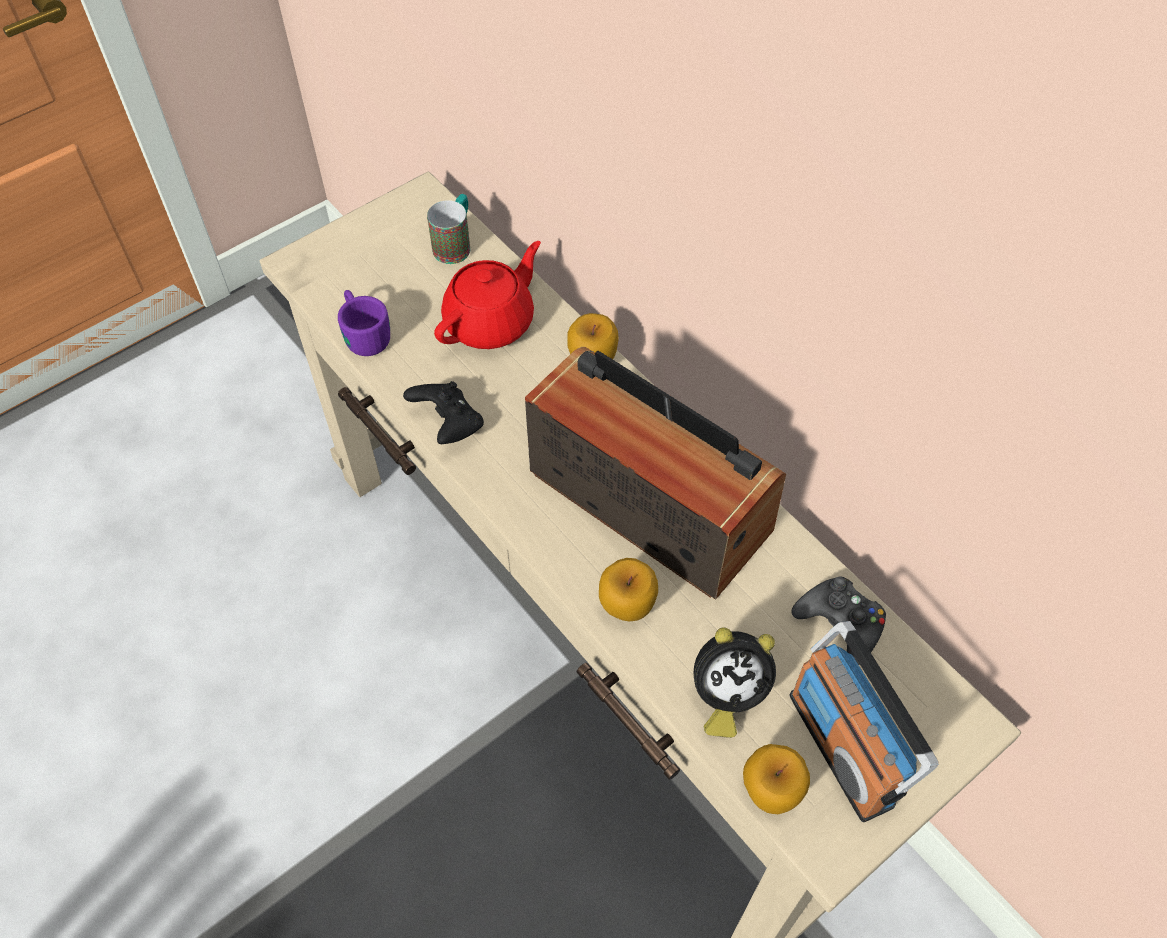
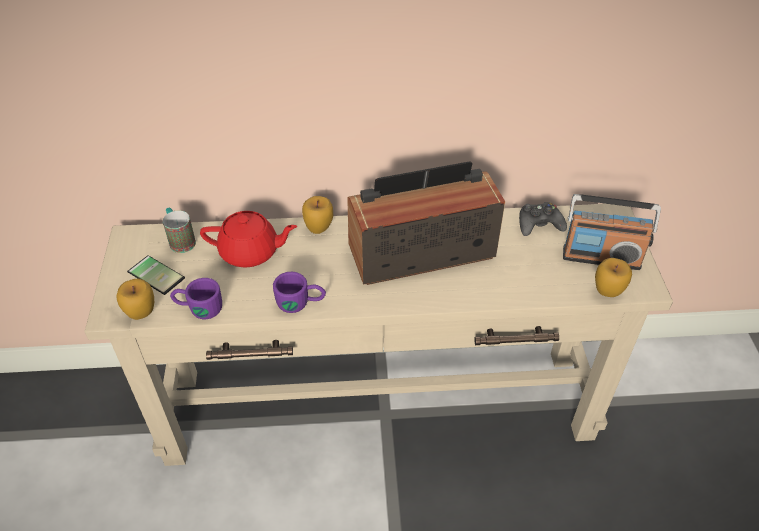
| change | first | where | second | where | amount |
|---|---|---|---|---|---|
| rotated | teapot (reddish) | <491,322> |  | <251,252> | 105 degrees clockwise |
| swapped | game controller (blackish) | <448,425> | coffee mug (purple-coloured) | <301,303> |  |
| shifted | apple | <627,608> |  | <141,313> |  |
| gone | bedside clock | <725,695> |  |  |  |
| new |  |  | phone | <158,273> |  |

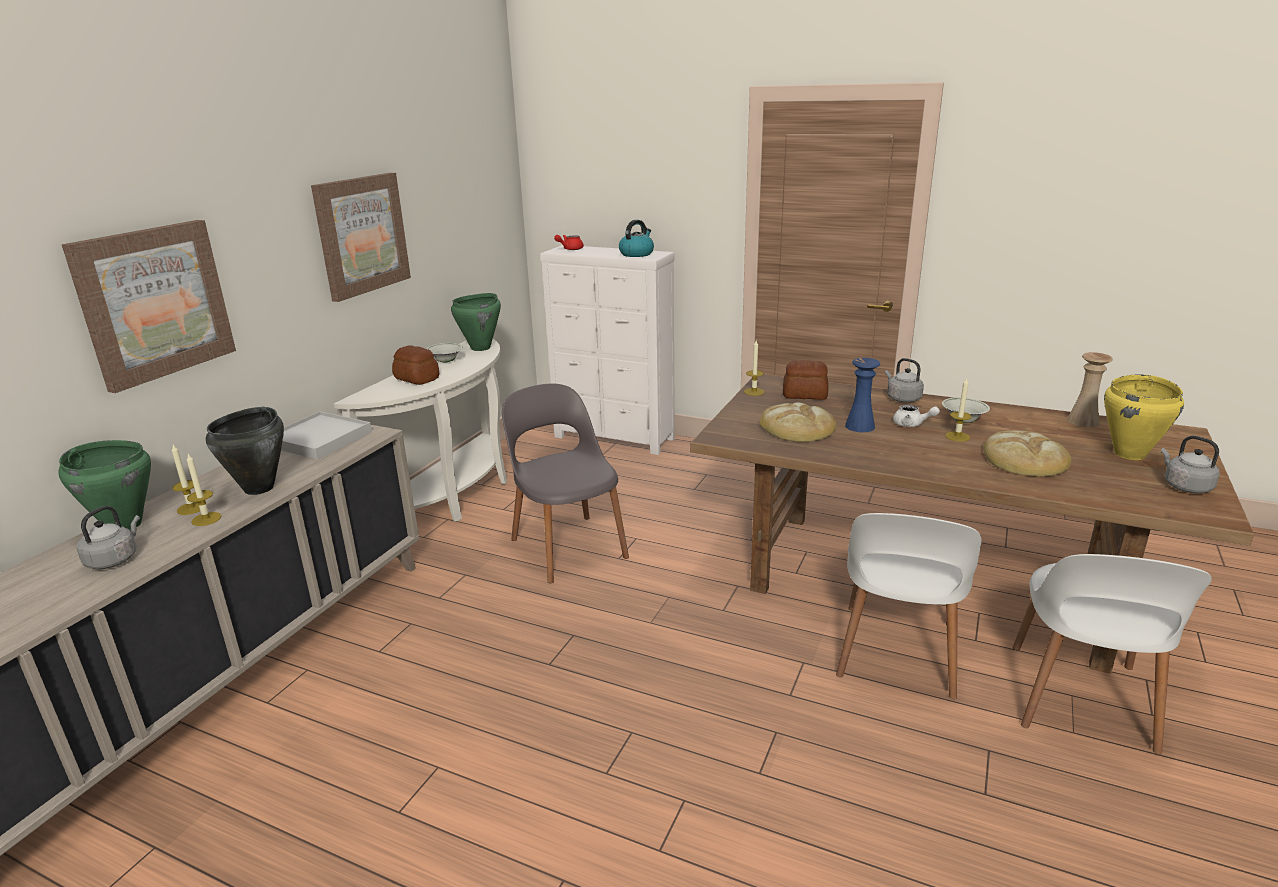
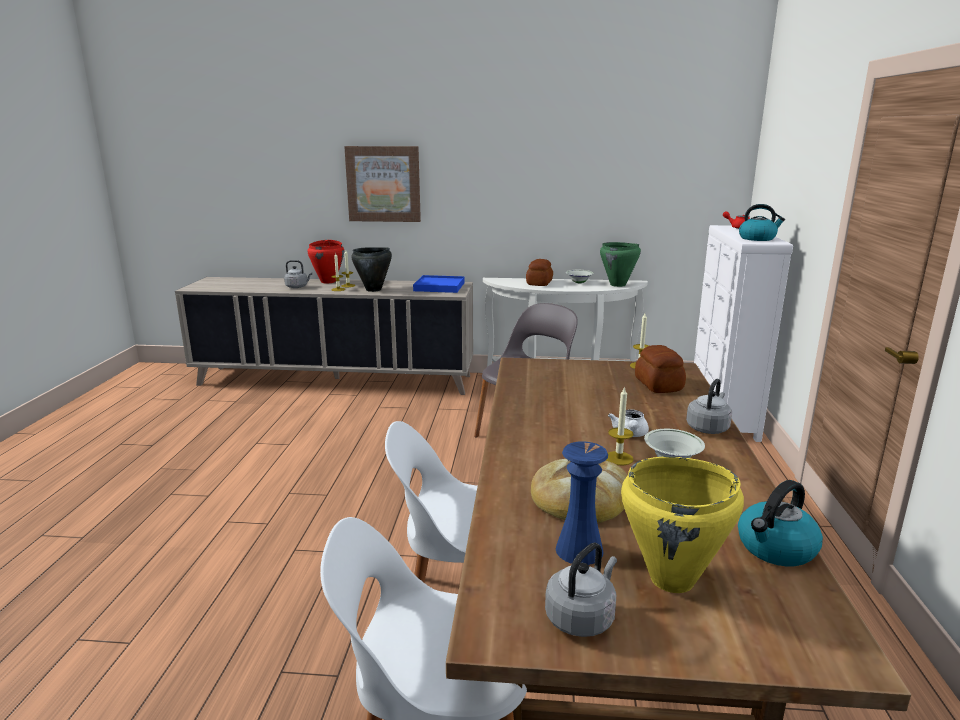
| change | first | where | second | where | amount |
|---|---|---|---|---|---|
| gone | picture | <361,235> |  |  |  |
| swapped | vase (beige) | <1083,421> | tea kettle | <775,549> |  |
| shifted | vase (blue) | <860,426> |  | <579,550> |  |
| gone | bread | <797,428> |  |  |  |
| repainted | carrying tray (whitish) | <319,439> | carrying tray (blue) | <439,287> |  |
| repainted | cooking pot (green-coloured) | <125,525> | cooking pot (reddish) | <328,281> |  |

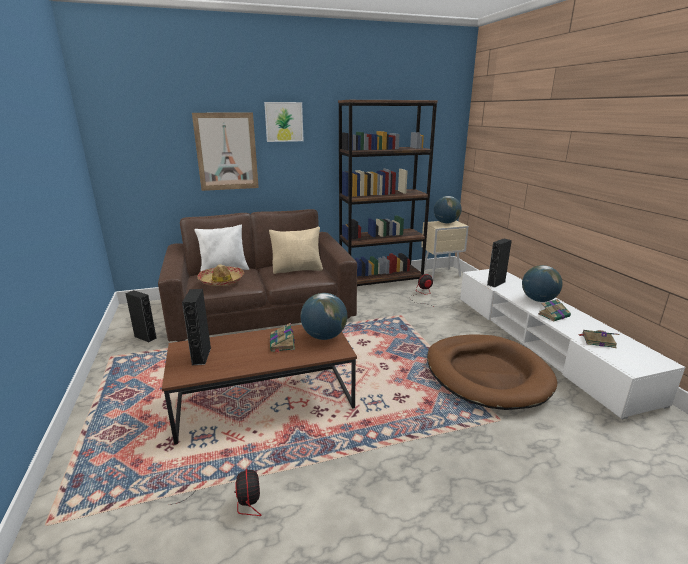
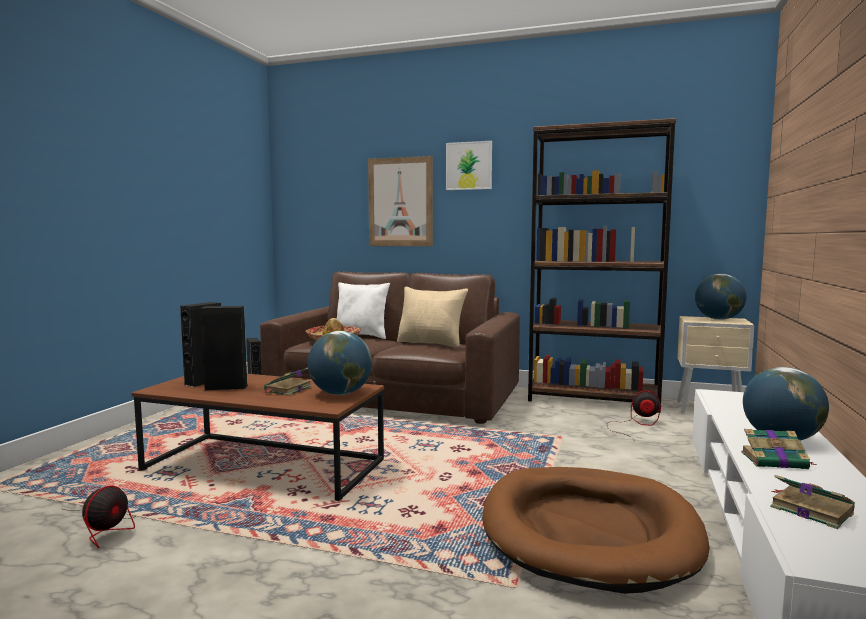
| change | first | where | second | where | amount |
|---|---|---|---|---|---|
| shifted | speaker (blackish) | <496,283> |  | <226,387> |  |

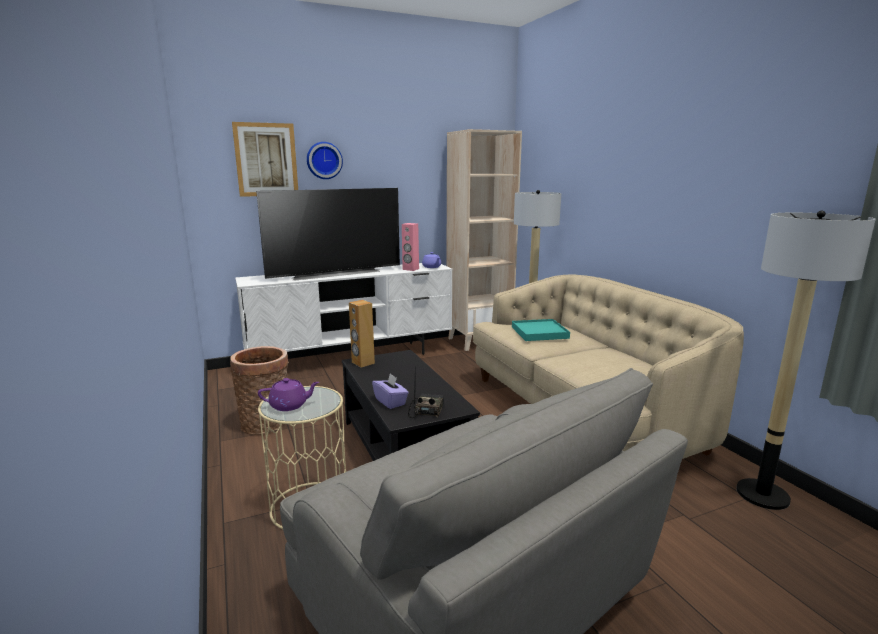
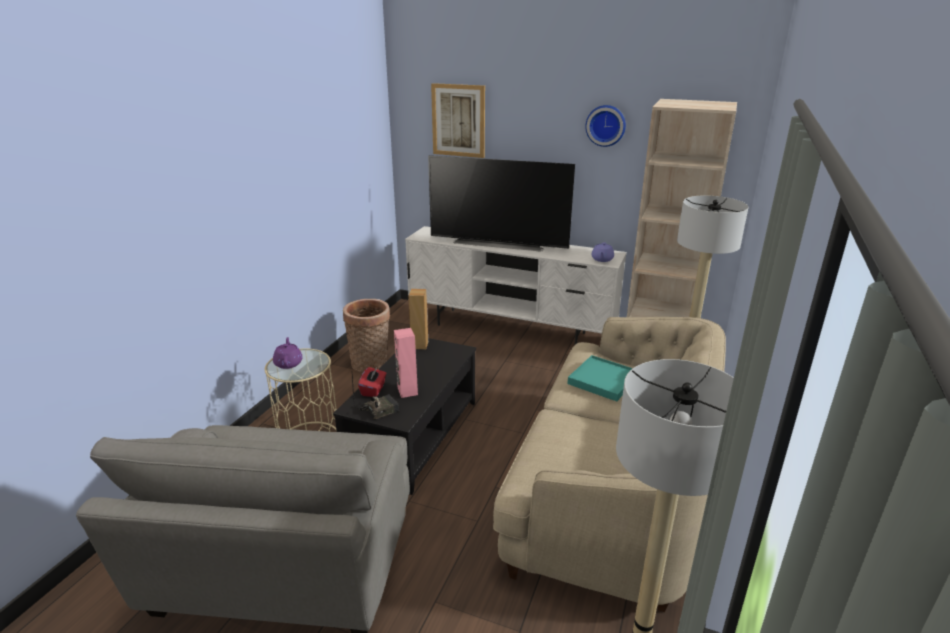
| change | first | where | second | where | amount |
|---|---|---|---|---|---|
| shifted | clock on the wall | <324,160> |  | <606,125> |  |
| shifted | speaker (pinkish) | <410,269> |  | <407,391> |  |
| repainted | tissue holder (purple-coloured) | <390,402> | tissue holder (reddish) | <373,390> |  |
| rotated | teapot (purple-coloured) | <289,405> |  | <288,363> | 135 degrees counterclockwise |

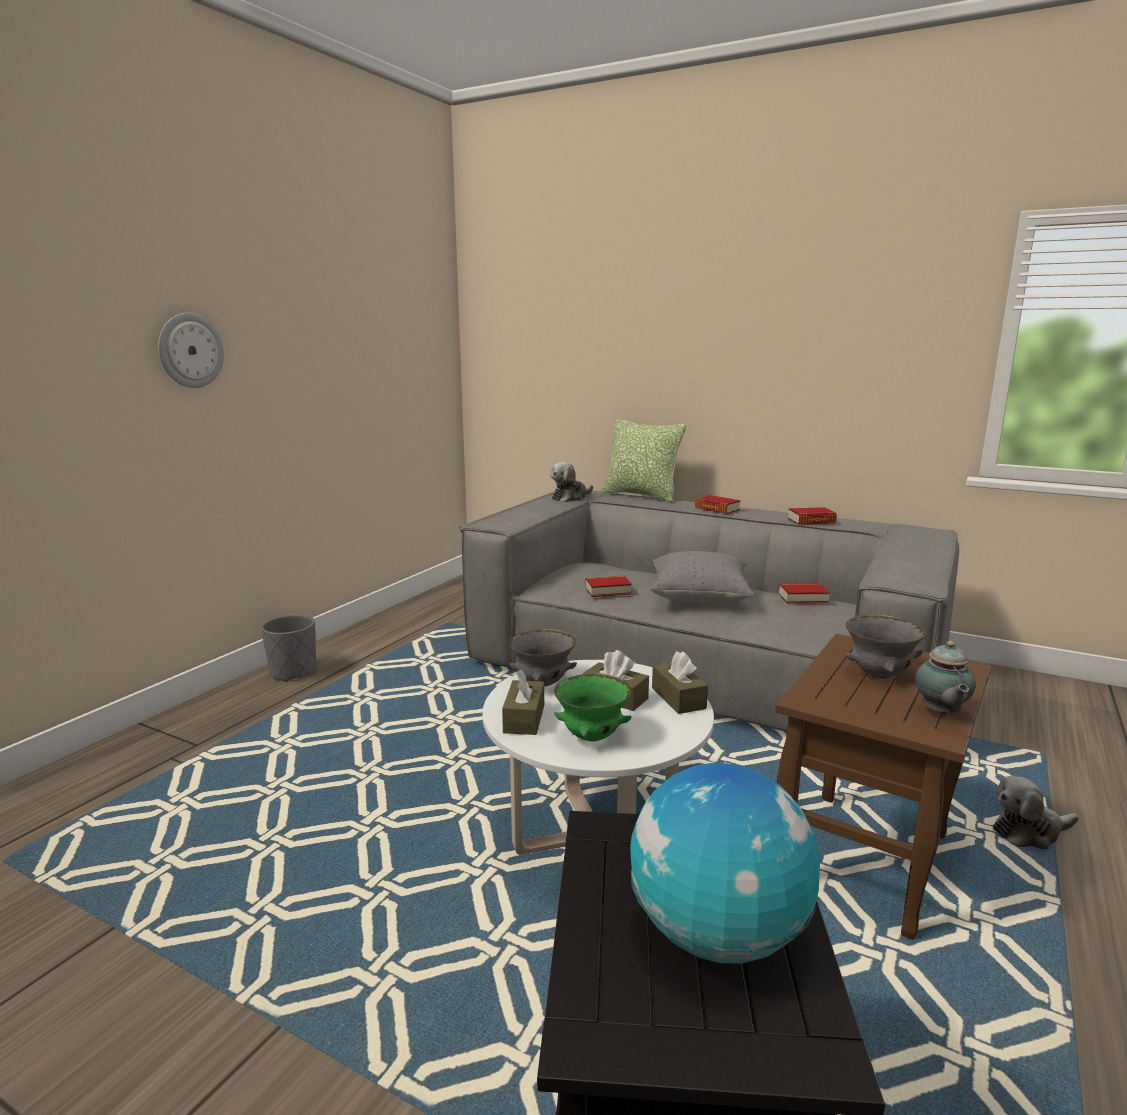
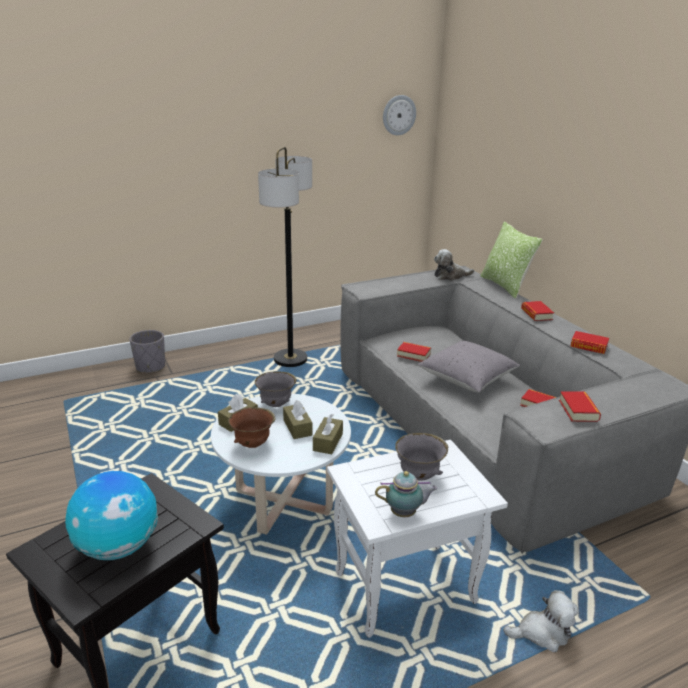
| change | first | where | second | where | amount |
|---|---|---|---|---|---|
| shifted | clock on the wall | <190,350> |  | <398,115> |  |
| shifted | planter (grey) | <293,672> |  | <150,367> |  |
| repainted | side table (brown) | <864,863> | side table (whitish) | <403,589> |  |
| rotated | teapot | <940,713> |  | <405,513> | 135 degrees counterclockwise |
| repainted | serving bowl (green-coloured) | <592,737> | serving bowl (brown) | <253,444> |  |
| rotated | soft toy | <1029,832> |  | <542,633> | 150 degrees clockwise |
| new |  |  | floor lamp | <290,359> |  |
| new |  |  | book | <578,410> |  |

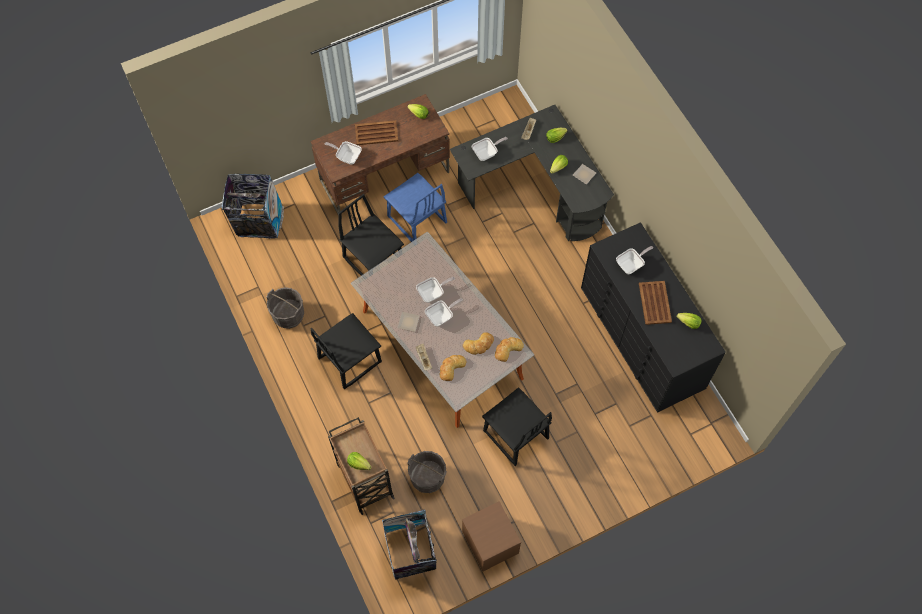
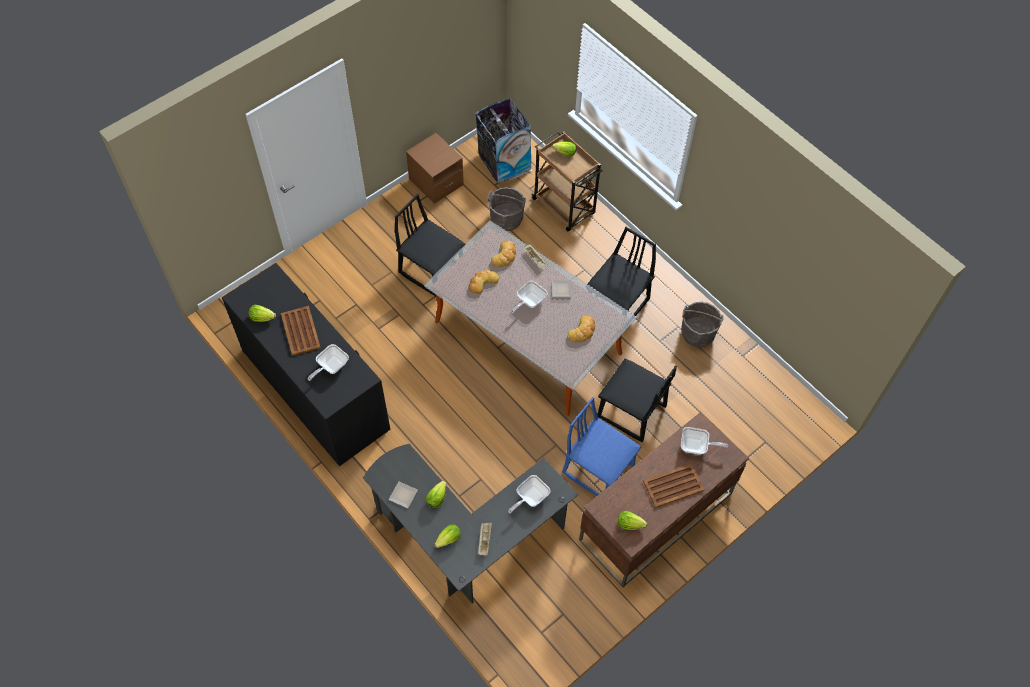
| change | first | where | second | where | amount |
|---|---|---|---|---|---|
| gone | trash can | <258,222> |  |  |  |
| gone | pan | <433,293> |  |  |  |
| shifted | bread | <507,349> |  | <582,331> |  |

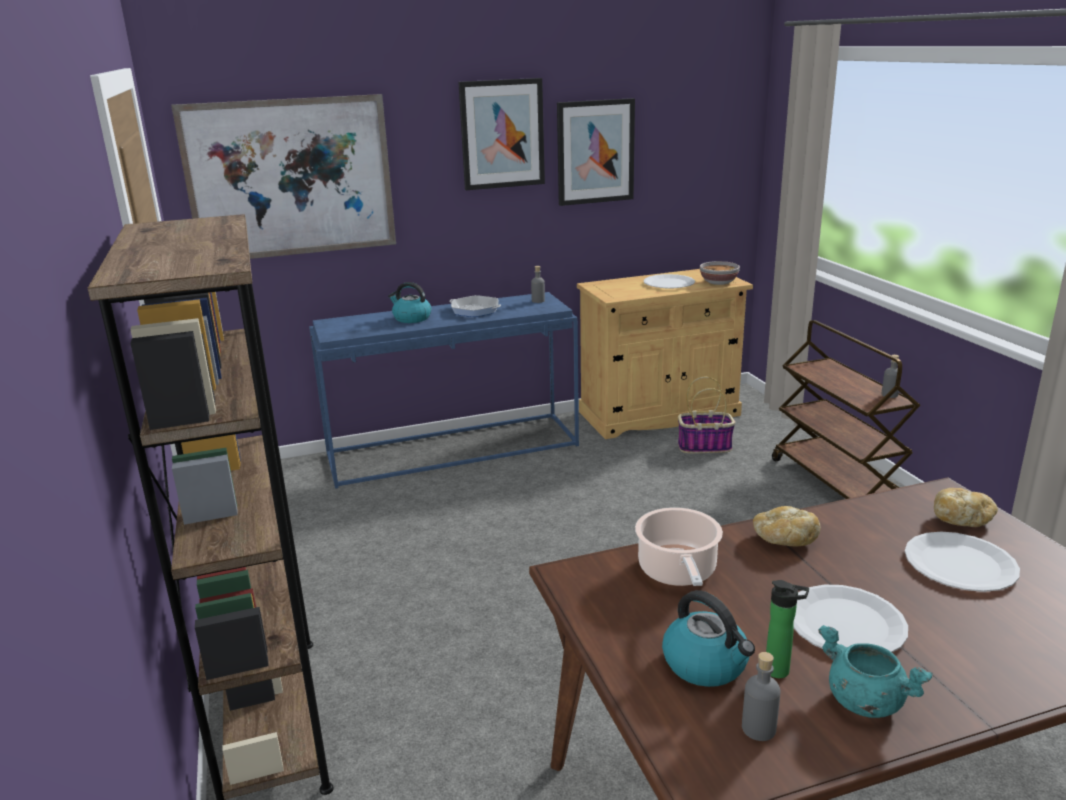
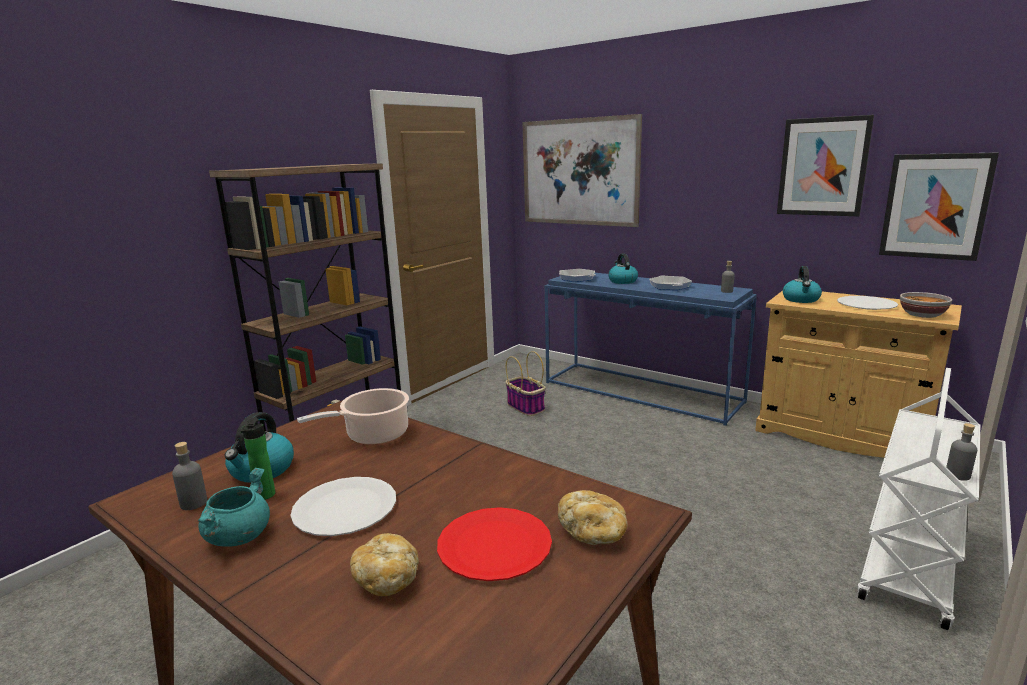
| change | first | where | second | where | amount |
|---|---|---|---|---|---|
| shifted | picture | <502,134> |  | <935,206> |  |
| repainted | wheeled cart (brown) | <835,484> | wheeled cart (whitish) | <910,567> |  |
| shifted | basket | <705,446> |  | <526,407> |  |
| shifted | bread | <783,540> |  | <387,578> |  |
| repainted | flat dish (whitish) | <959,564> | flat dish (reddish) | <494,545> |  |
| new |  |  | tea kettle | <801,299> |  |
| new |  |  | pan | <577,278> |  |

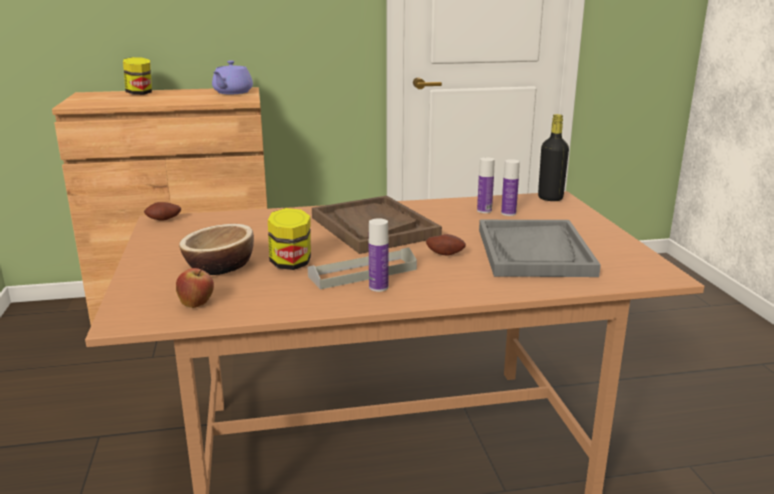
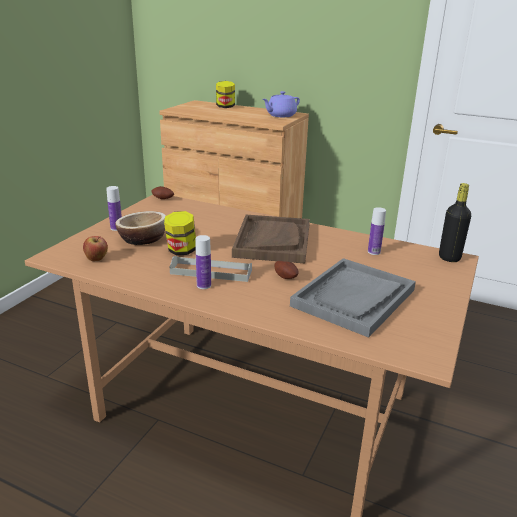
| change | first | where | second | where | amount |
|---|---|---|---|---|---|
| shifted | drink bottle | <508,213> |  | <116,228> |  |

